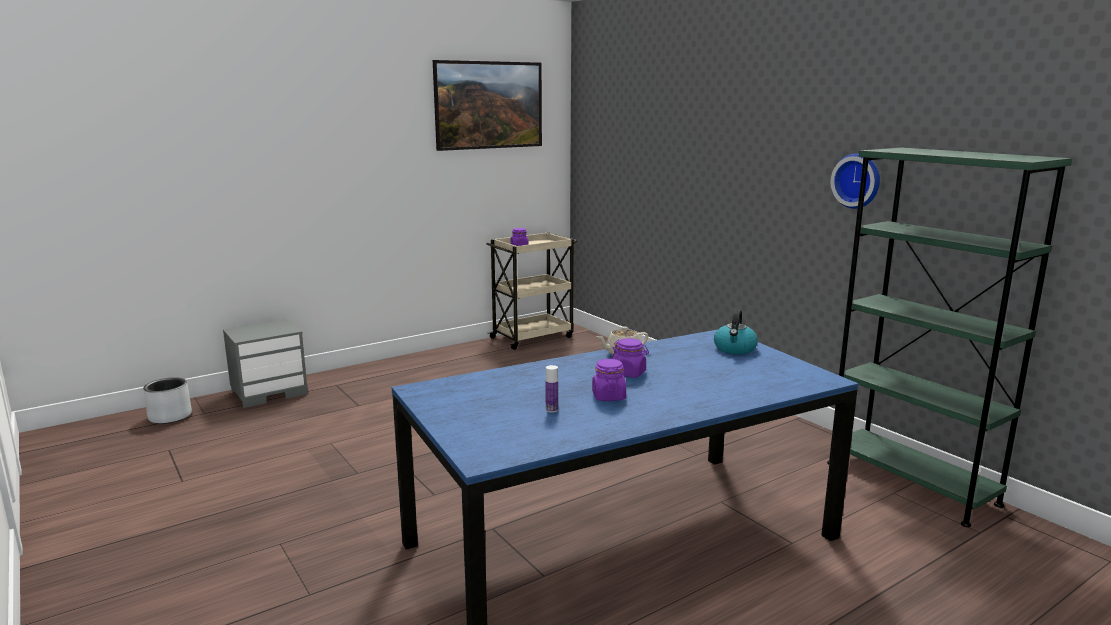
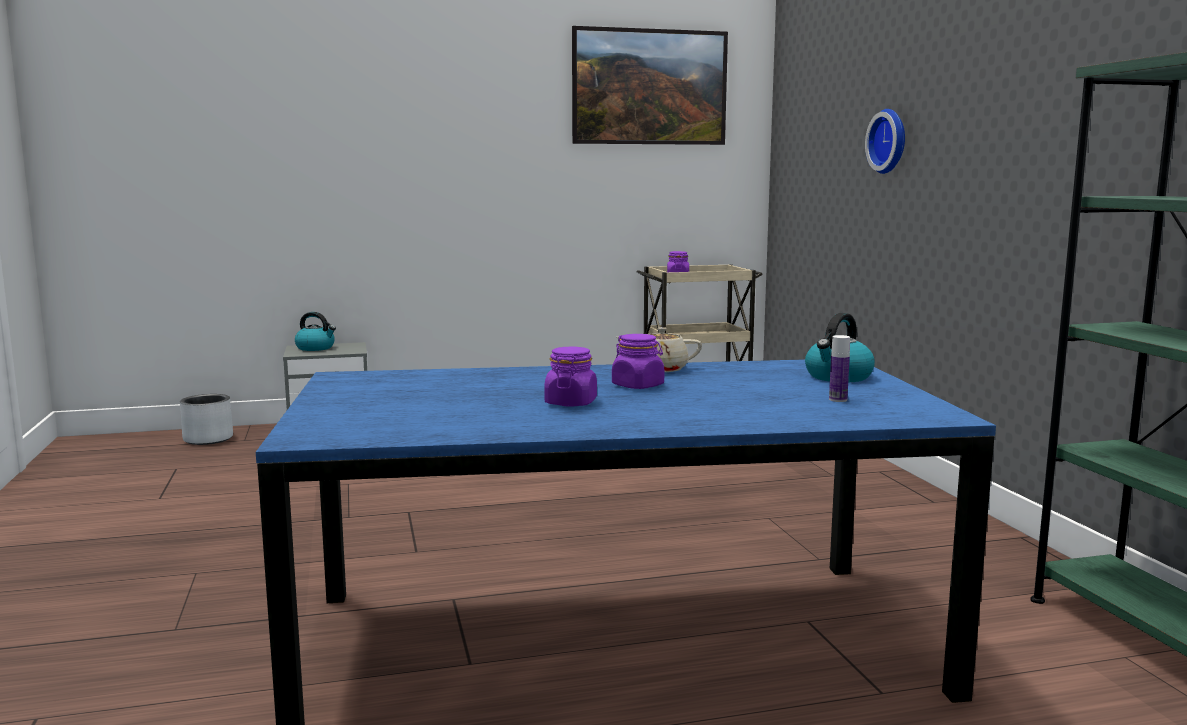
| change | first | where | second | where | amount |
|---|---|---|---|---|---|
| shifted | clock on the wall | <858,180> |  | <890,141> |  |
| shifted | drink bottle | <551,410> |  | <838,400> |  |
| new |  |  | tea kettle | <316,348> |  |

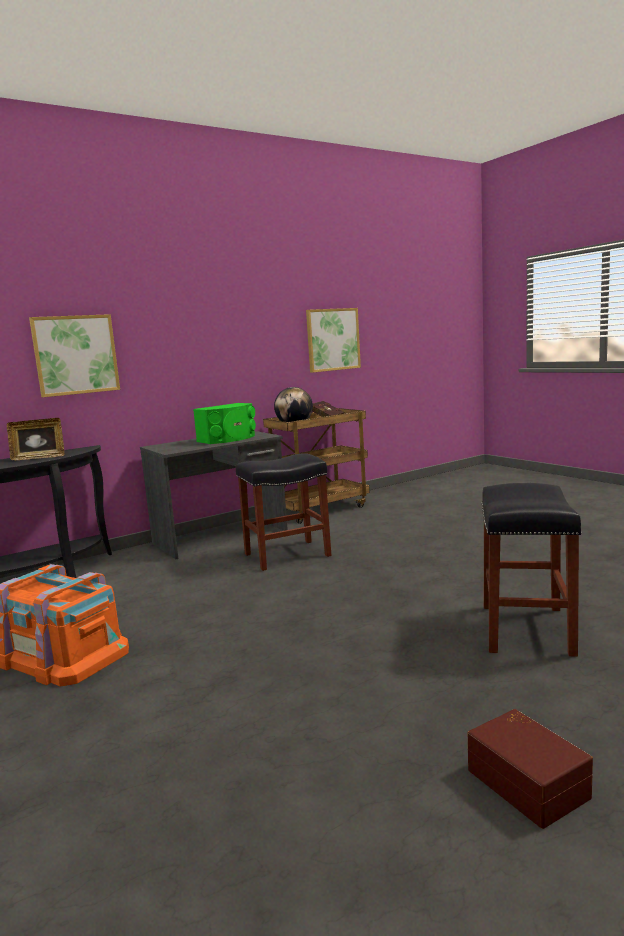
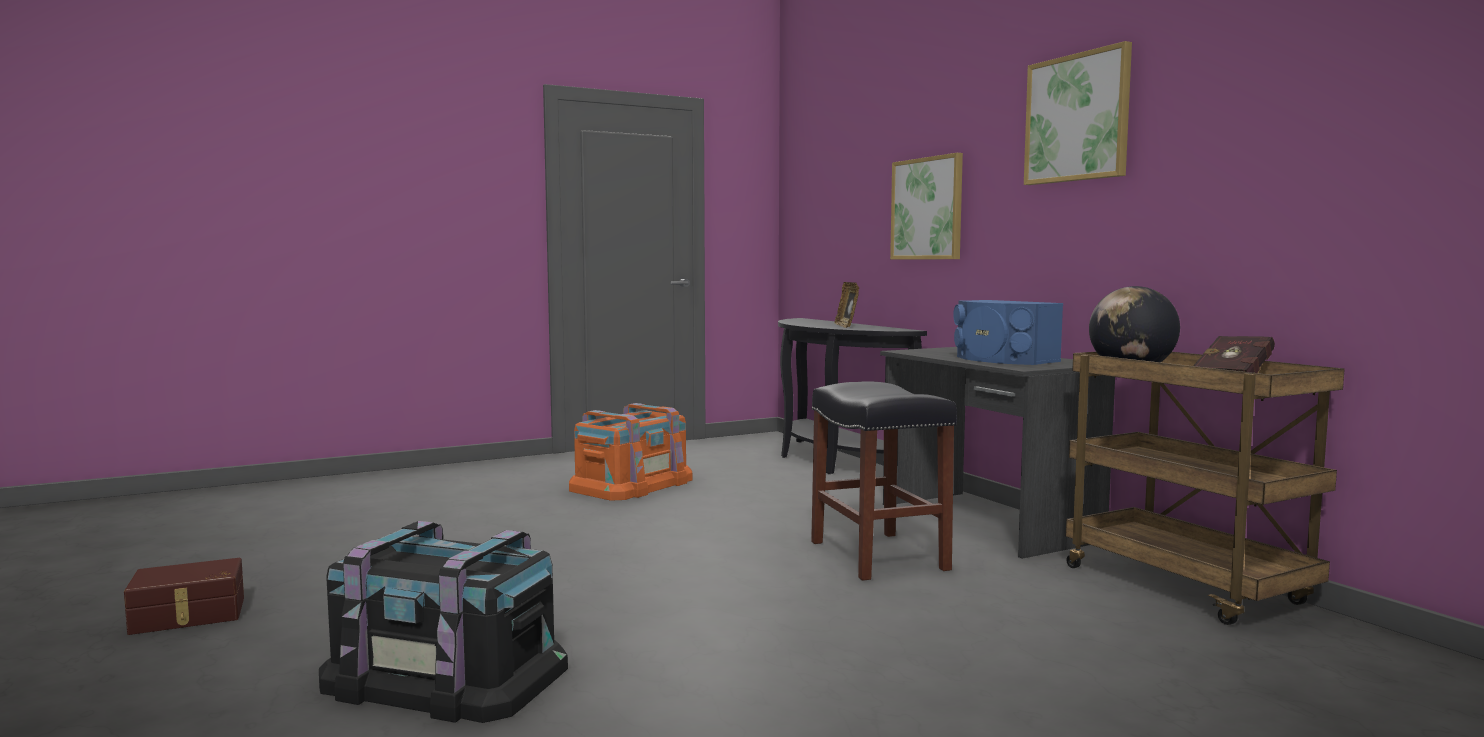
| change | first | where | second | where | amount |
|---|---|---|---|---|---|
| shifted | picture | <332,339> |  | <1077,118> |  |
| repainted | speaker (green-coloured) | <228,439> | speaker (blue) | <1002,359> |  |
| swapped | sitting stool (blackish) | <525,628> | storage bin (blackish) | <446,675> |  |

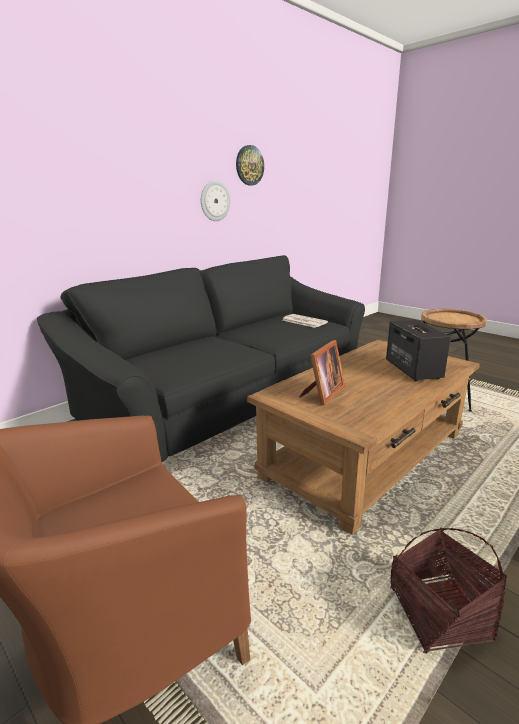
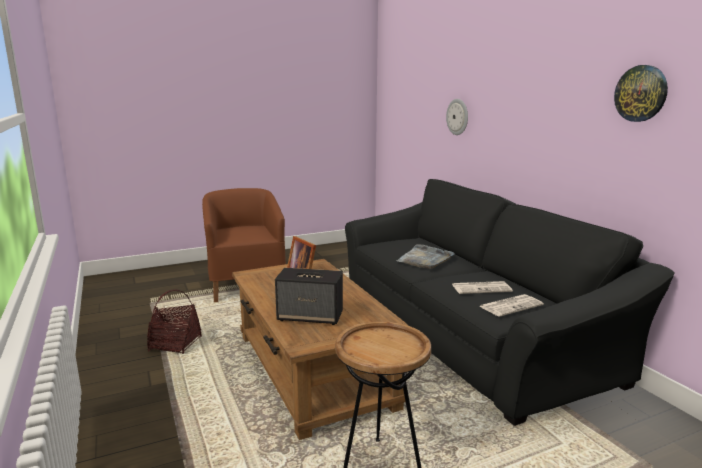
| change | first | where | second | where | amount |
|---|---|---|---|---|---|
| shifted | clock on the wall | <214,201> |  | <458,117> |  |
| new |  |  | carrying tray (grey) | <425,259> |  |
| new |  |  | newspaper | <482,288> |  |

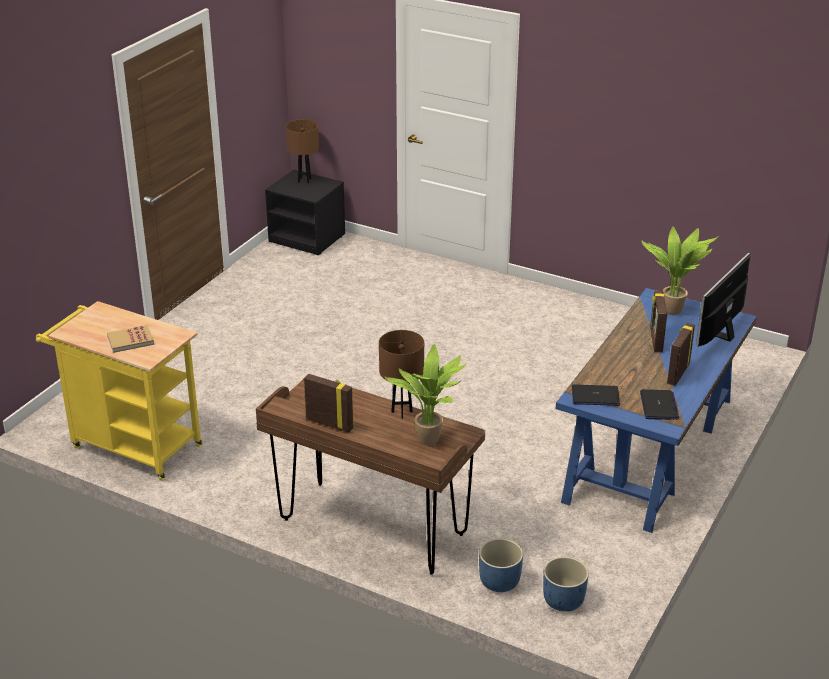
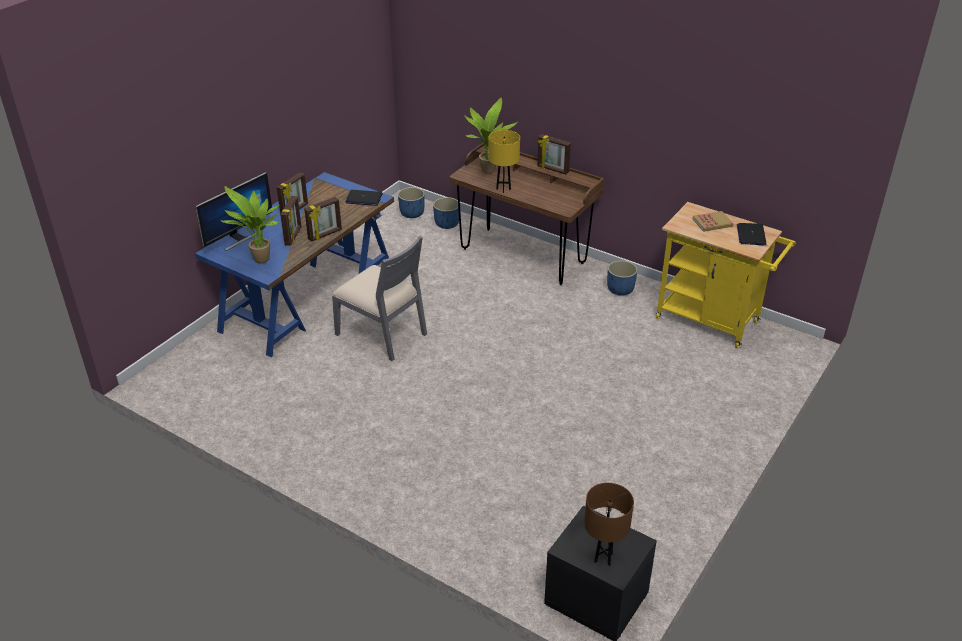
| change | first | where | second | where | amount |
|---|---|---|---|---|---|
| repainted | tabletop lamp (brown) | <402,412> | tabletop lamp (yellowish) | <503,189> |  |
| shifted | portable computer | <659,406> |  | <751,235> |  |
| new |  |  | photo frame | <325,235> |  |
| new |  |  | chair (grey) | <382,333> |  |
| new |  |  | planter (blue) | <620,289> |  |

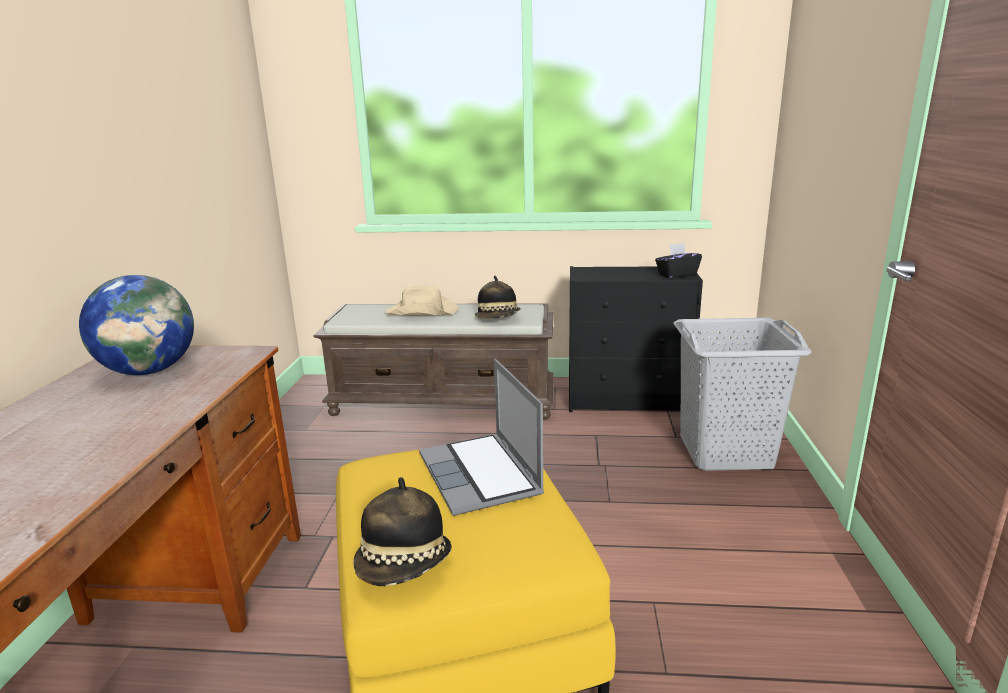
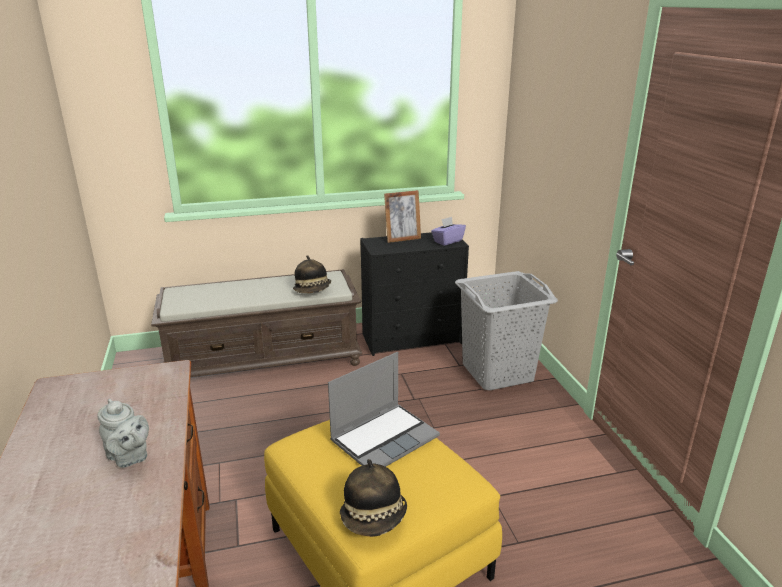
| change | first | where | second | where | amount |
|---|---|---|---|---|---|
| repainted | tissue holder (blackish) | <677,274> | tissue holder (purple-coloured) | <447,241> |  |
| gone | globe | <149,371> |  |  |  |
| gone | hat (beige) | <422,312> |  |  |  |
| rotated | portable computer | <481,476> |  | <384,438> | 90 degrees counterclockwise |
| new |  |  | photo frame | <402,239> |  |
| new |  |  | teapot (grey) | <129,457> |  |

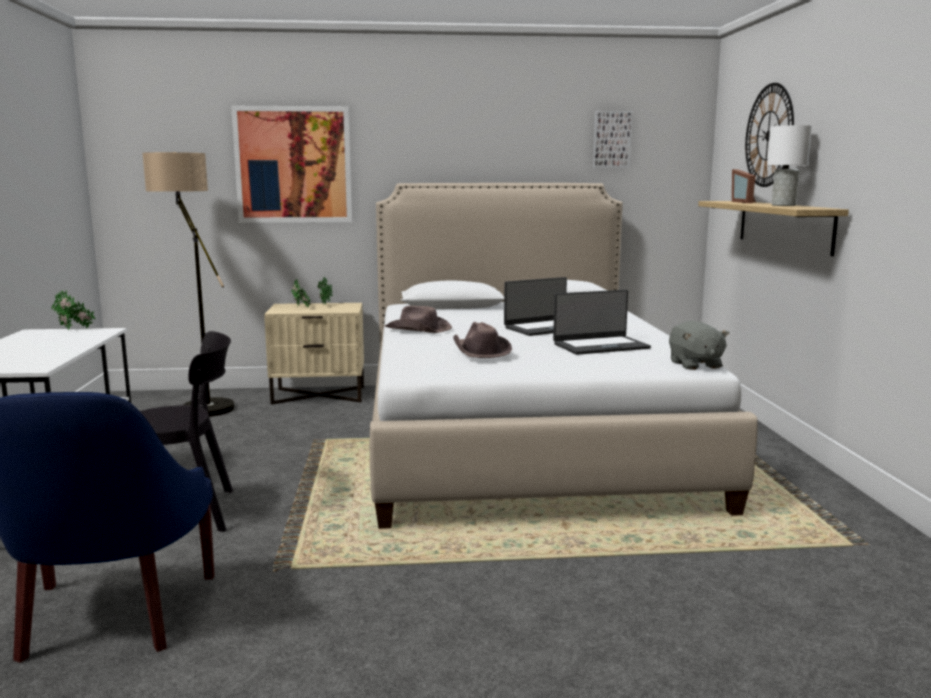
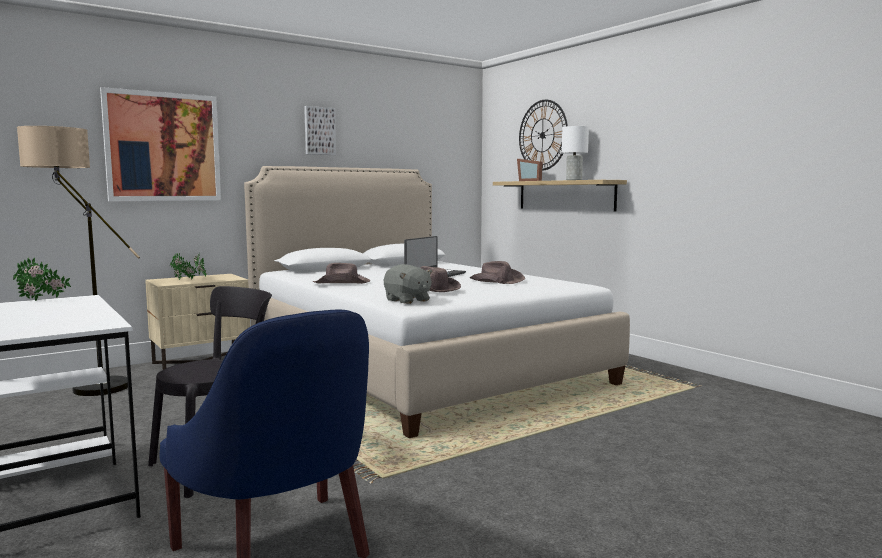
| change | first | where | second | where | amount |
|---|---|---|---|---|---|
| shifted | picture | <611,139> |  | <319,131> |  |
| swapped | portable computer | <600,346> | hat (brown) | <496,281> |  |
| shifted | soft toy (grey) | <695,365> |  | <407,300> |  |

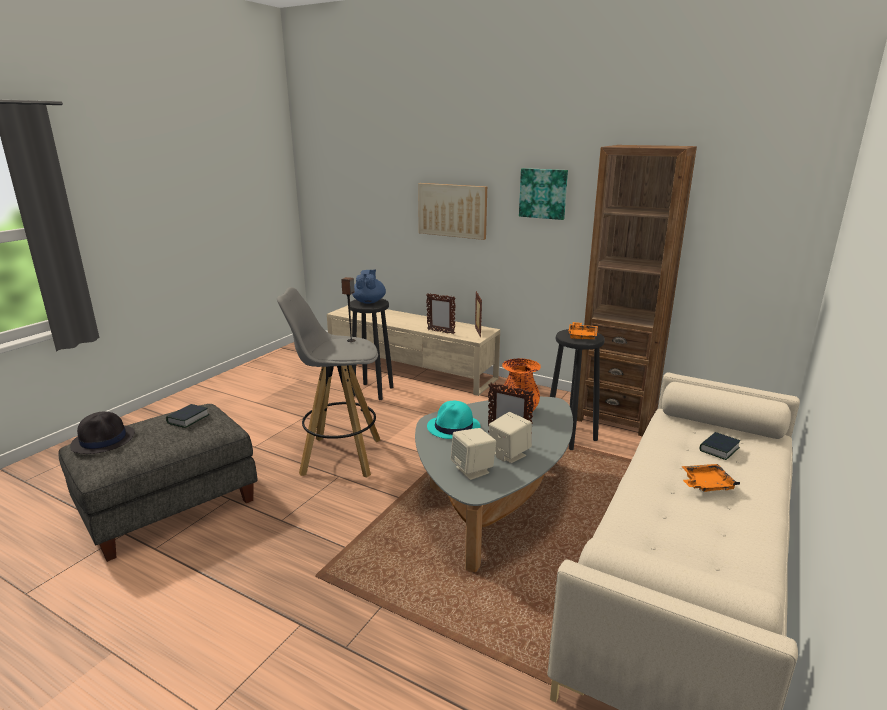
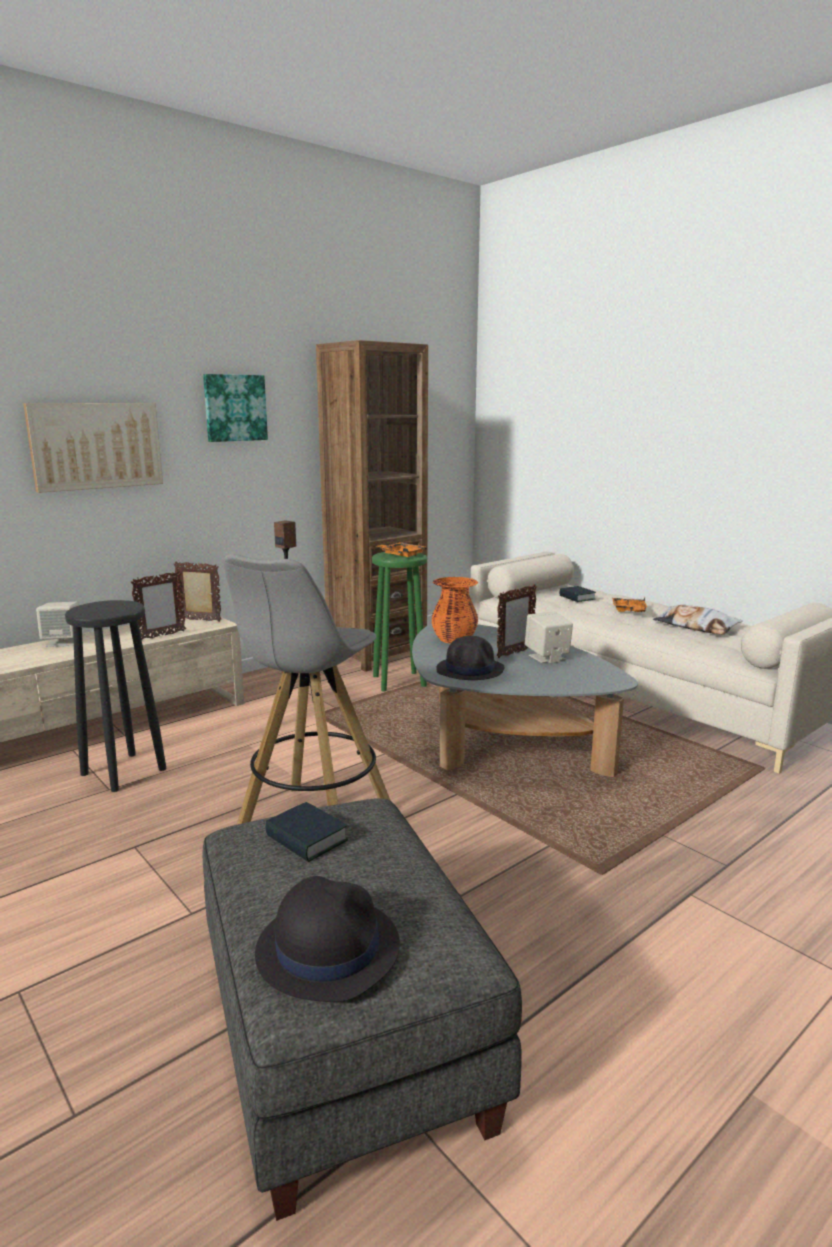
| change | first | where | second | where | amount |
|---|---|---|---|---|---|
| gone | teapot (blue) | <369,301> |  |  |  |
| repainted | sitting stool (blackish) | <571,438> | sitting stool (green-coloured) | <400,681> |  |
| repainted | hat (blue-green) | <454,427> | hat (blackish) | <470,670> |  |
| shifted | speaker (beige) | <473,470> |  | <63,642> |  |
| new |  |  | pillow | <696,626> |  |

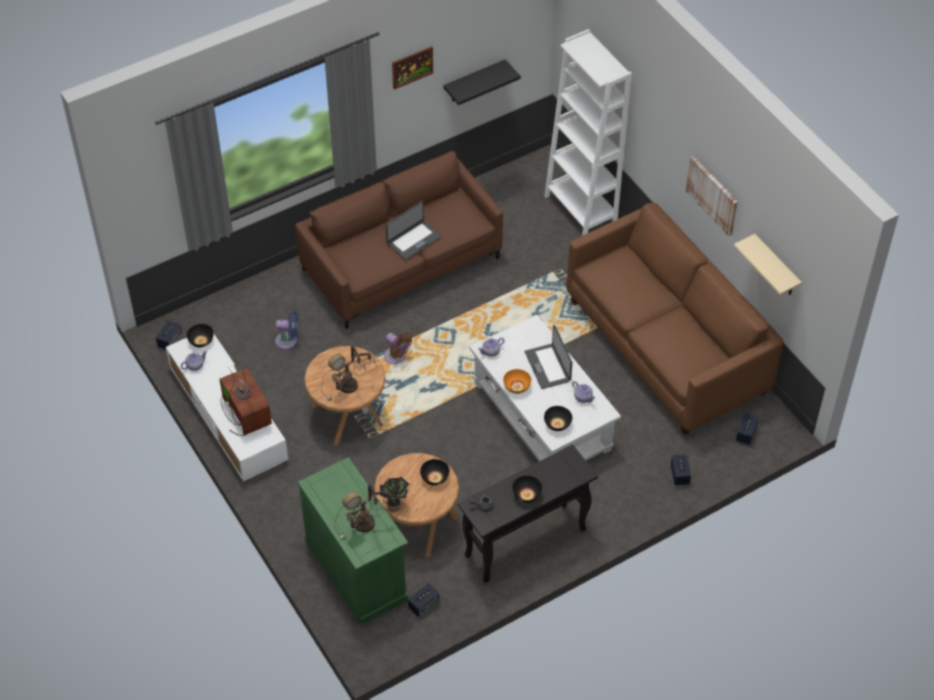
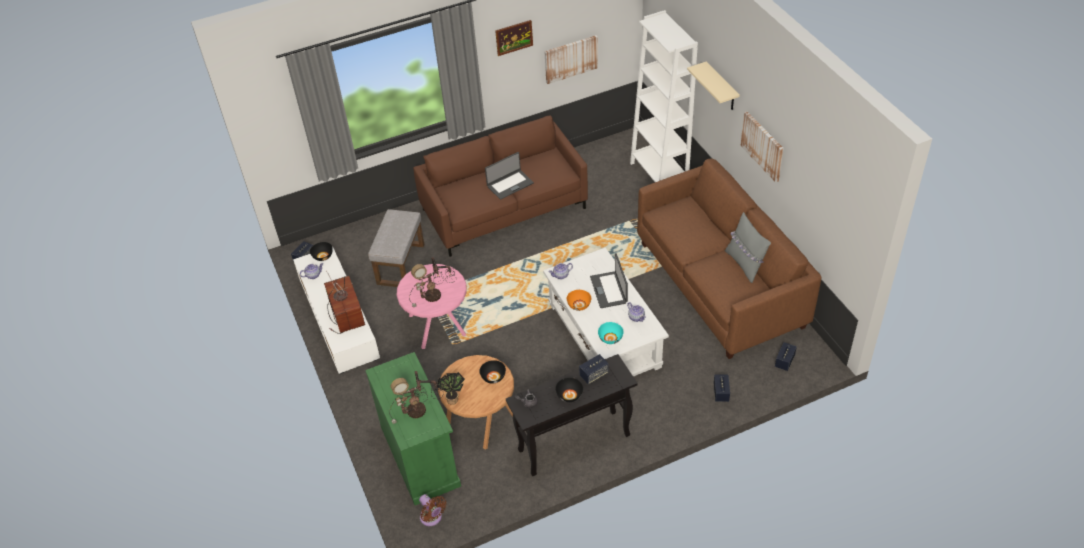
| change | first | where | second | where | amount |
|---|---|---|---|---|---|
| swapped | bracket shelf (blackish) | <474,81> | picture | <571,59> |  |
| shifted | bracket shelf (beige) | <776,267> |  | <721,87> |  |
| swapped | fan (blue) | <288,341> | ottoman (grey) | <400,263> |  |
| shifted | fan (brown) | <396,357> |  | <432,518> |  |
| repainted | side table (brown) | <347,415> | side table (pinkish) | <437,324> |  |
| repainted | serving bowl (blackish) | <558,424> | serving bowl (blue-green) | <611,338> |  |
| shifted | speaker | <423,605> |  | <594,375> |  |
| new |  |  | pillow (grey) | <745,264> |  |

